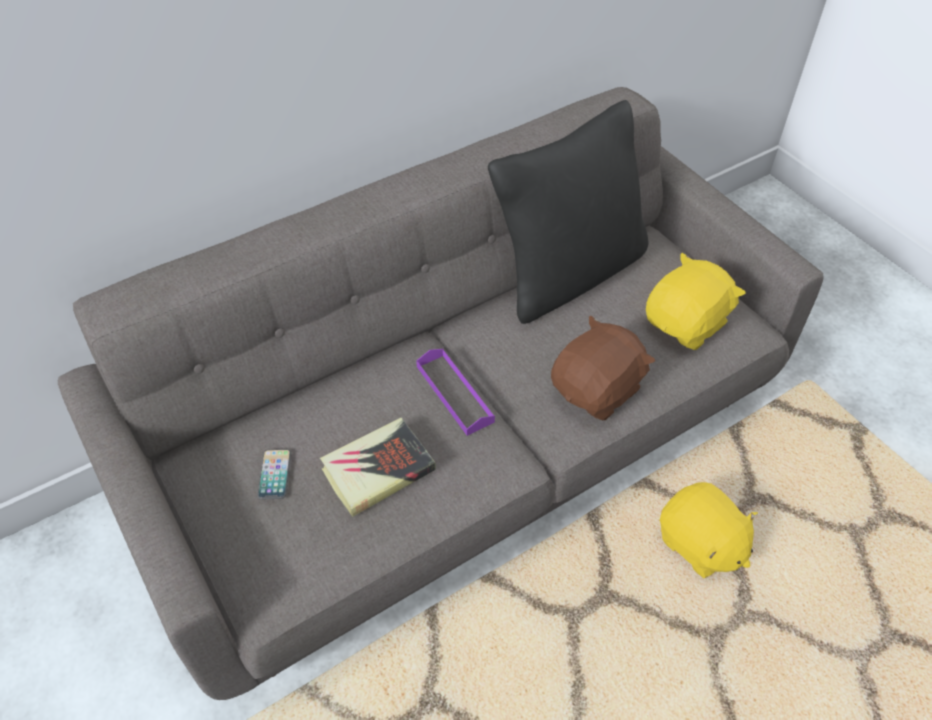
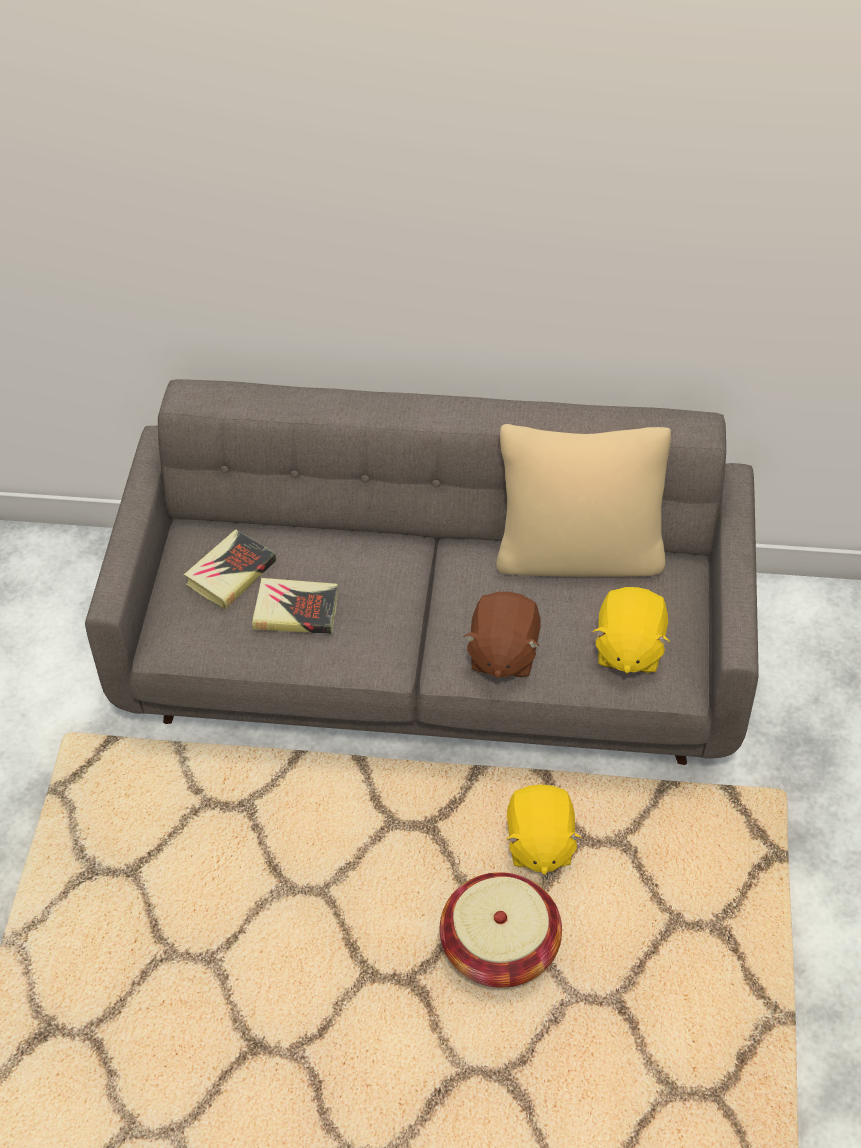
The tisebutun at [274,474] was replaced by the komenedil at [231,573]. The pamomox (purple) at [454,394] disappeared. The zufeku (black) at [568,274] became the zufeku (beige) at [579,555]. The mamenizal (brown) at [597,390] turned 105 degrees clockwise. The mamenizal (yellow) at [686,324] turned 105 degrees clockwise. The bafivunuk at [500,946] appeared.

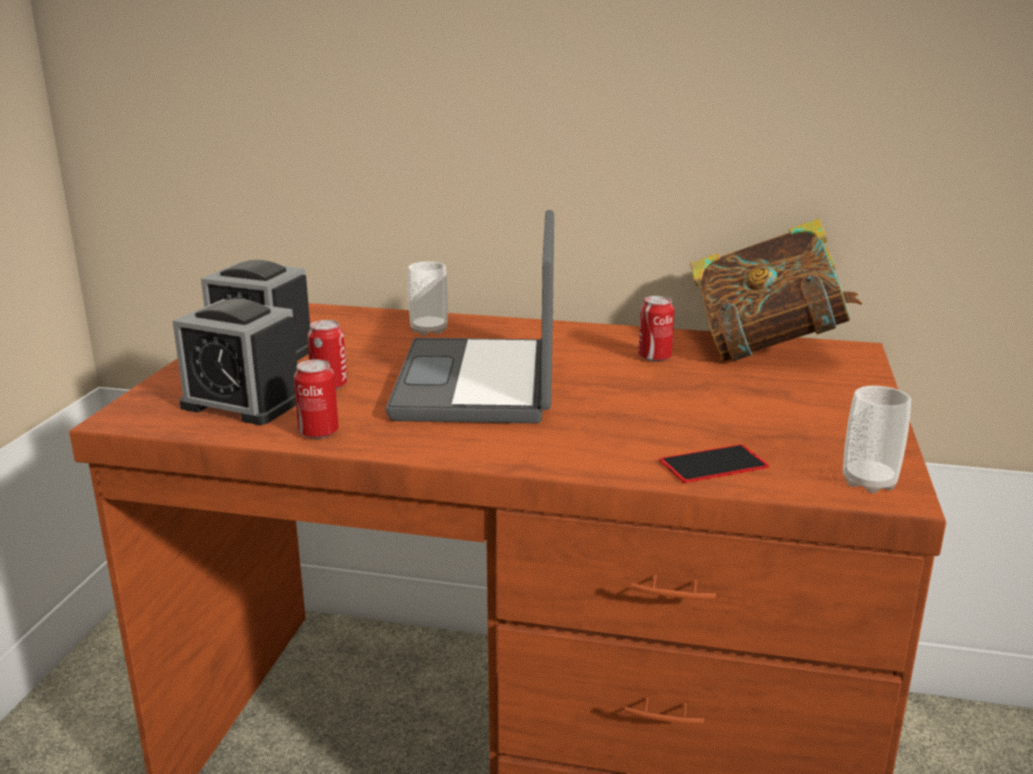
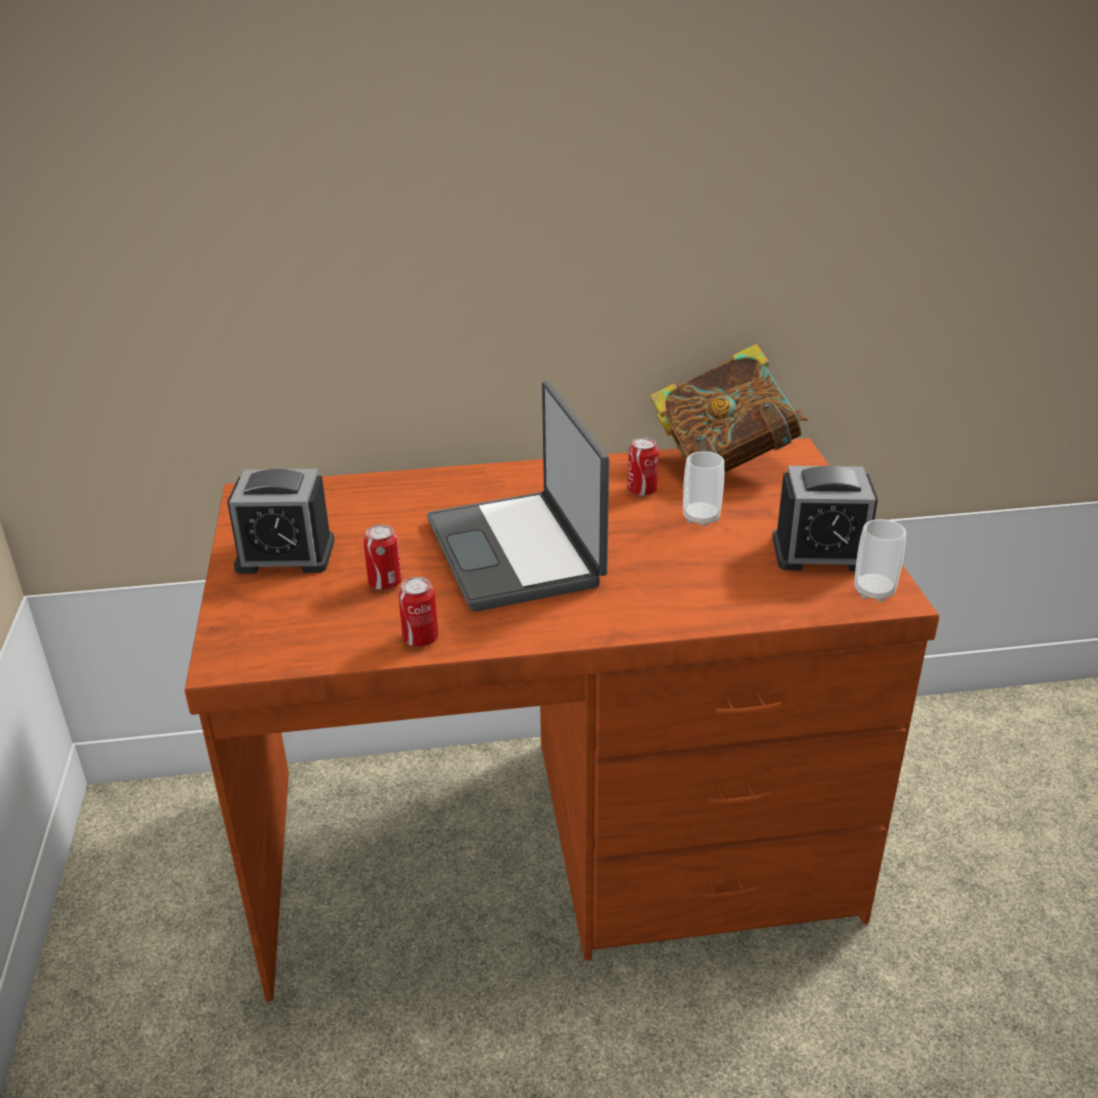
The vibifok moved from [243,403] to [820,552]. The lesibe moved from [429,330] to [701,518]. The tisebutun at [713,464] disappeared.

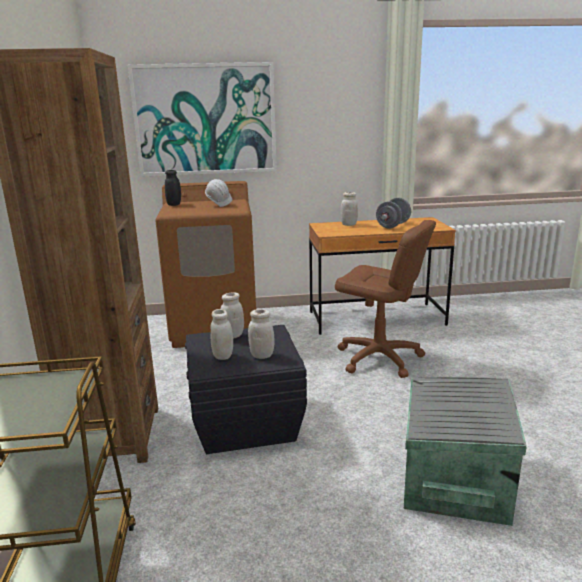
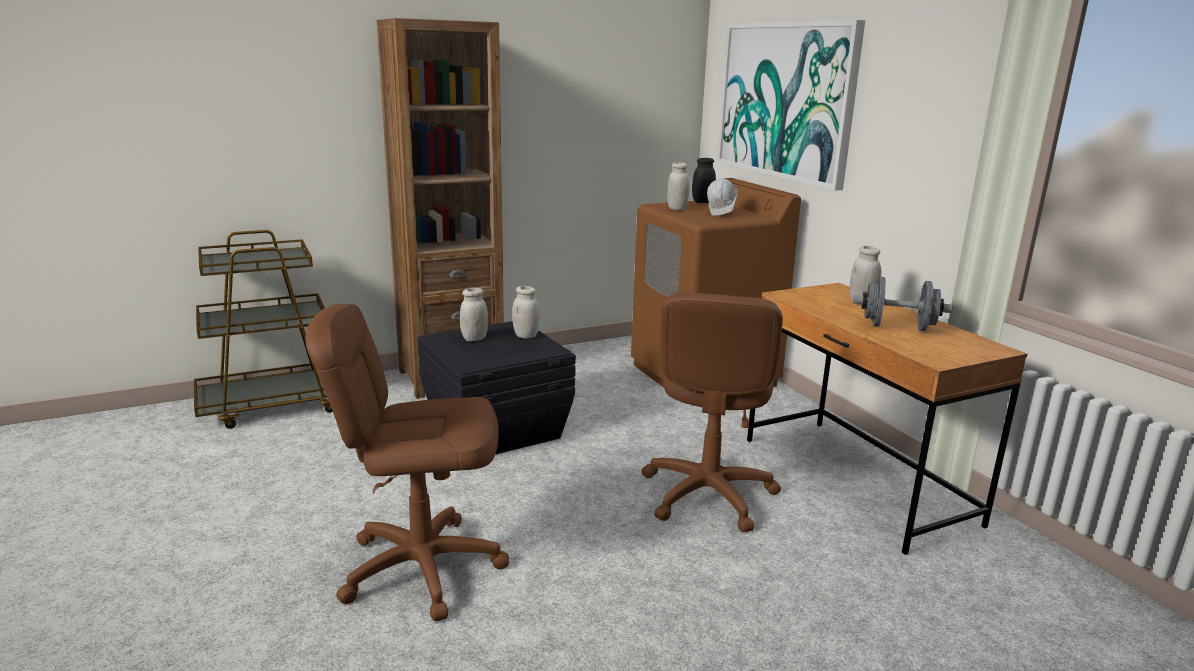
The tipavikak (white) moved from [262,355] to [677,208]. The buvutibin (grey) at [452,477] was replaced by the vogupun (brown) at [422,567].

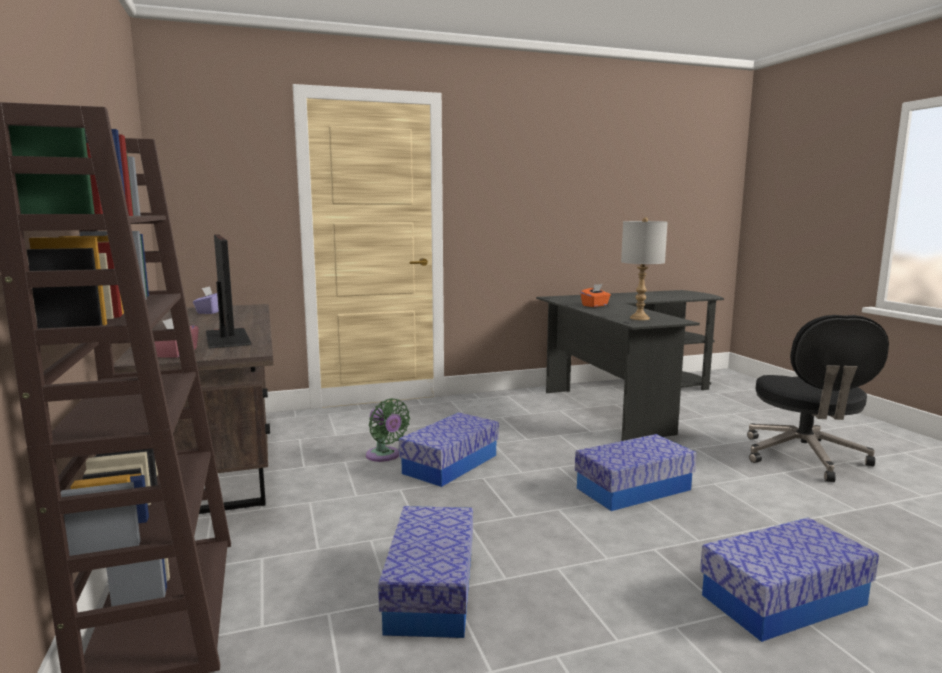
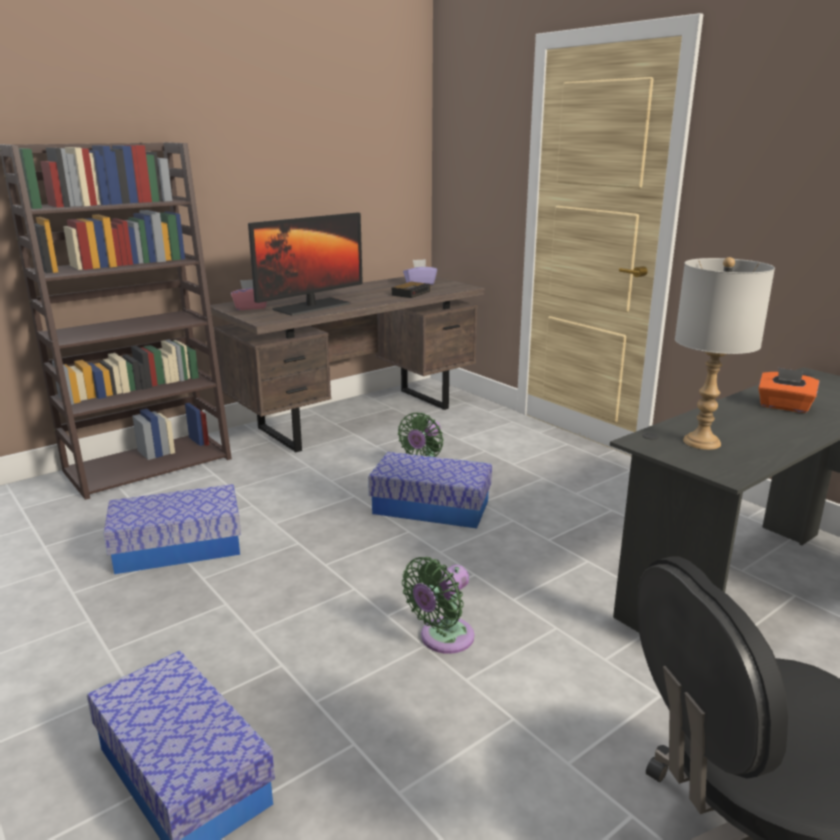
The buvutibin at [633,489] was replaced by the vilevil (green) at [442,639]. The vibifok at [411,293] appeared.

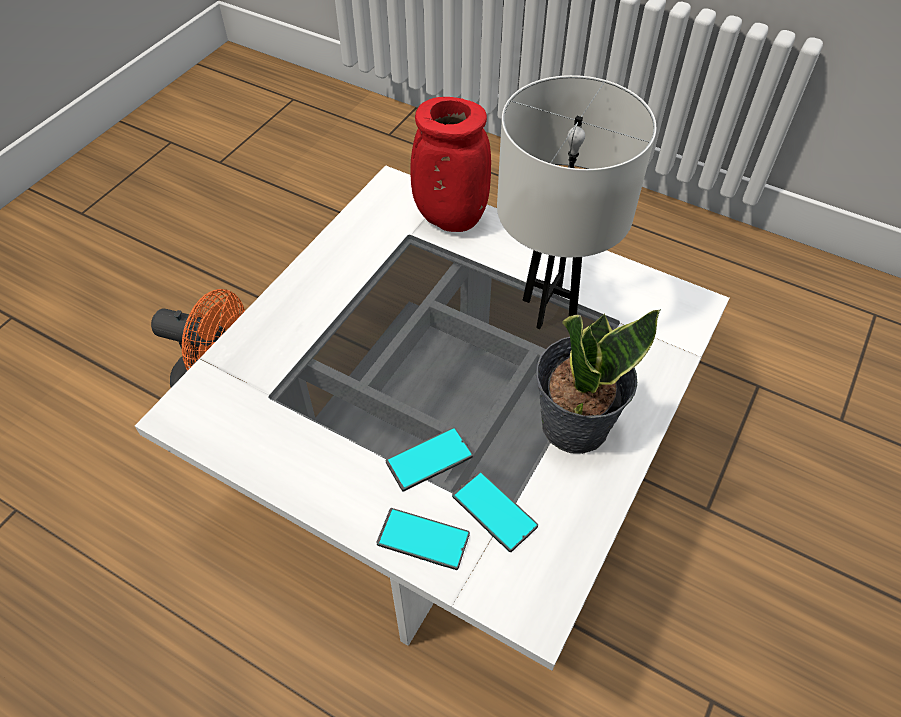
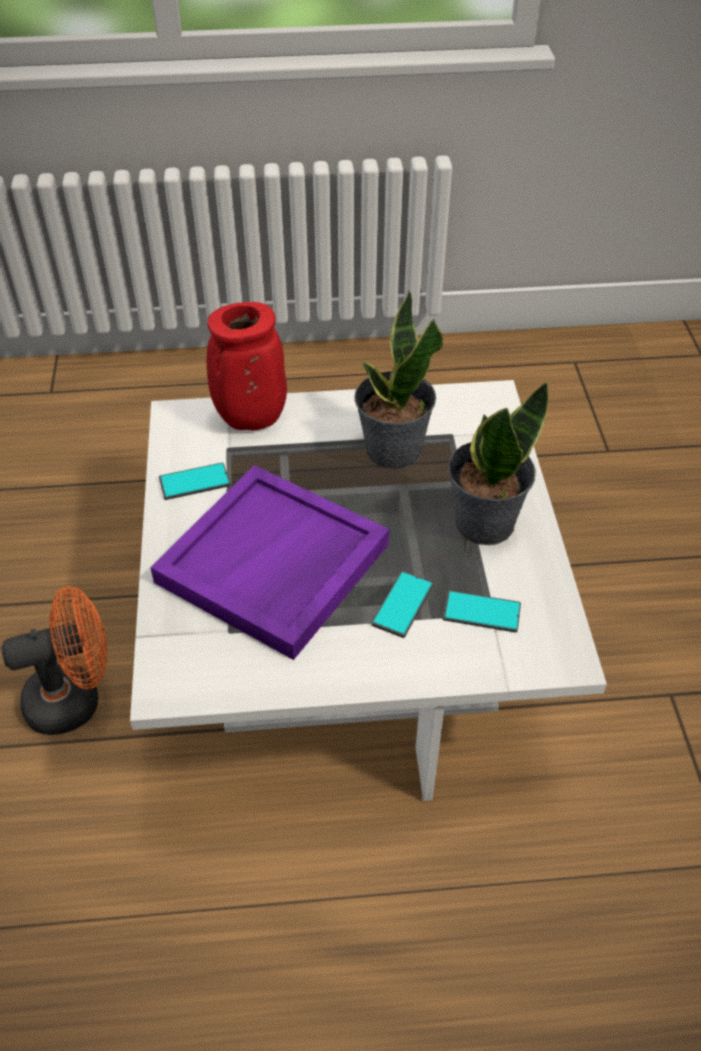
The tisebutun moved from [423,539] to [194,482]. The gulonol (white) at [549,308] was replaced by the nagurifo at [393,450]. The pamomox (purple) at [273,565] appeared.

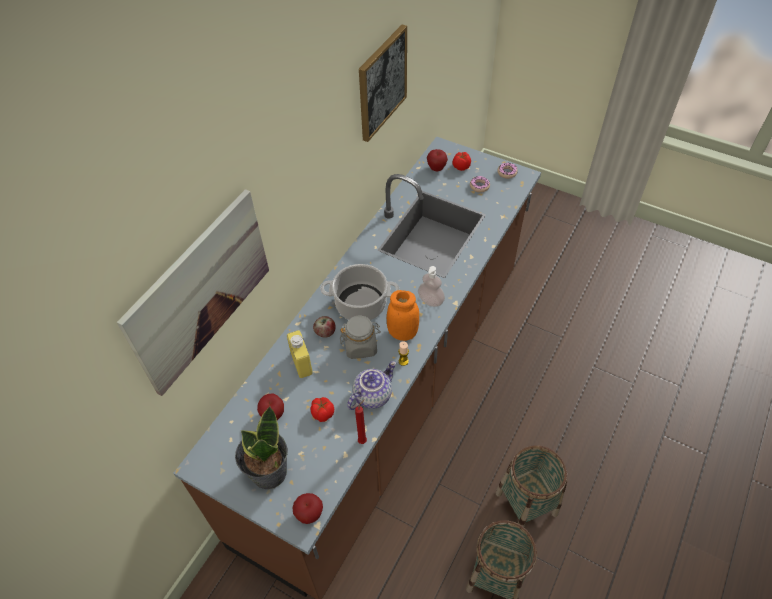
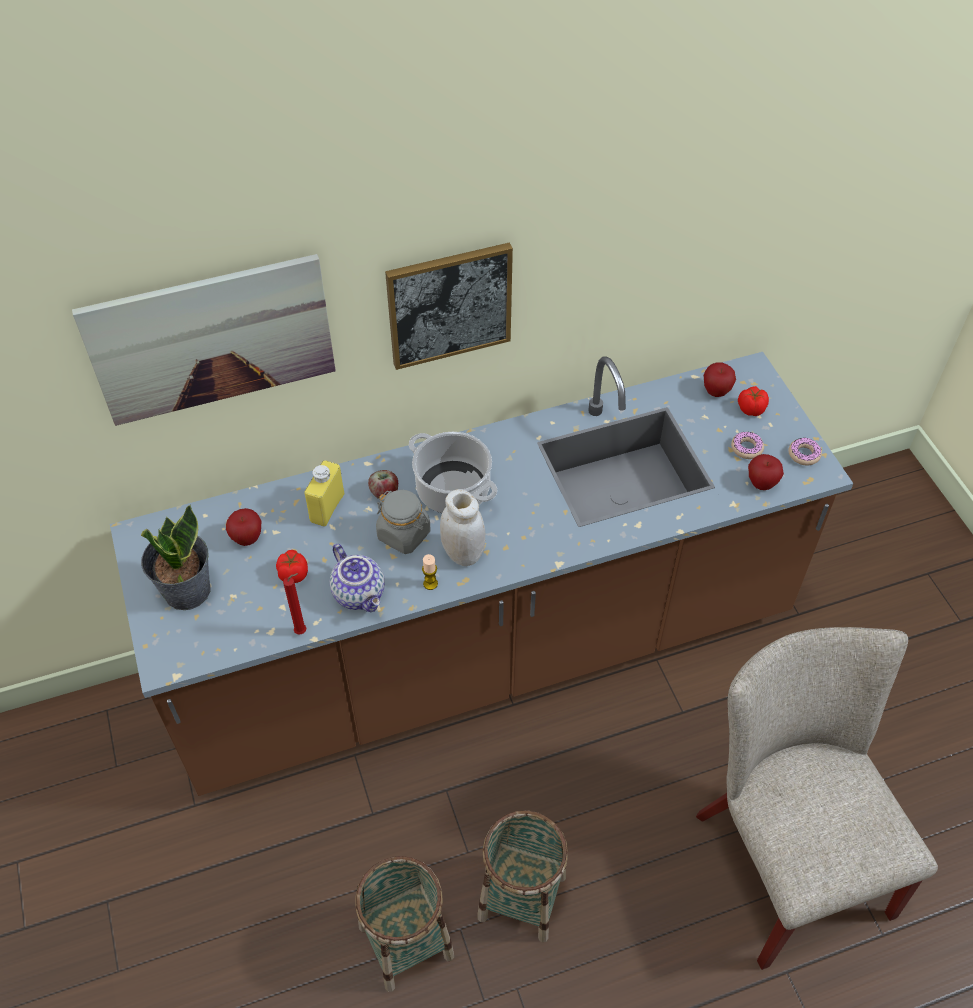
The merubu moved from [309,514] to [761,484]. The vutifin at [372,395] turned 60 degrees clockwise. The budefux moved from [381,83] to [449,304]. The tipavikak (orange) at [402,333] became the tipavikak (white) at [463,553]. The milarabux at [430,300] disappeared. The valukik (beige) at [783,853] appeared.

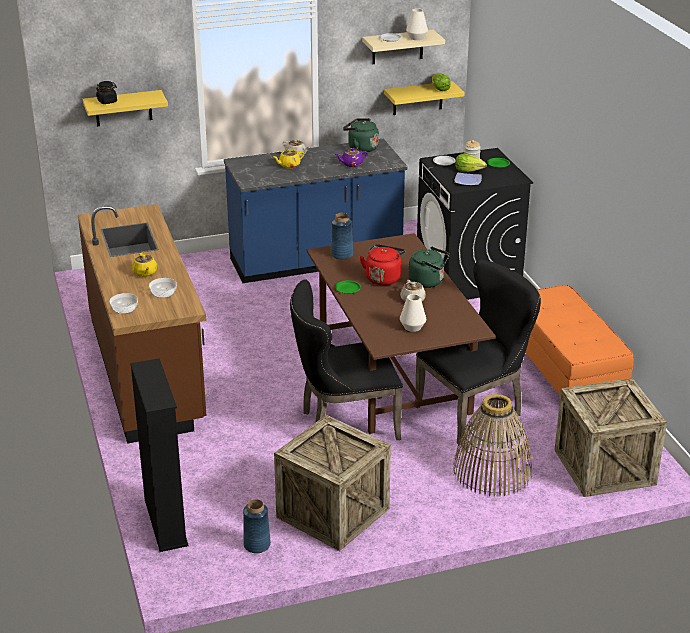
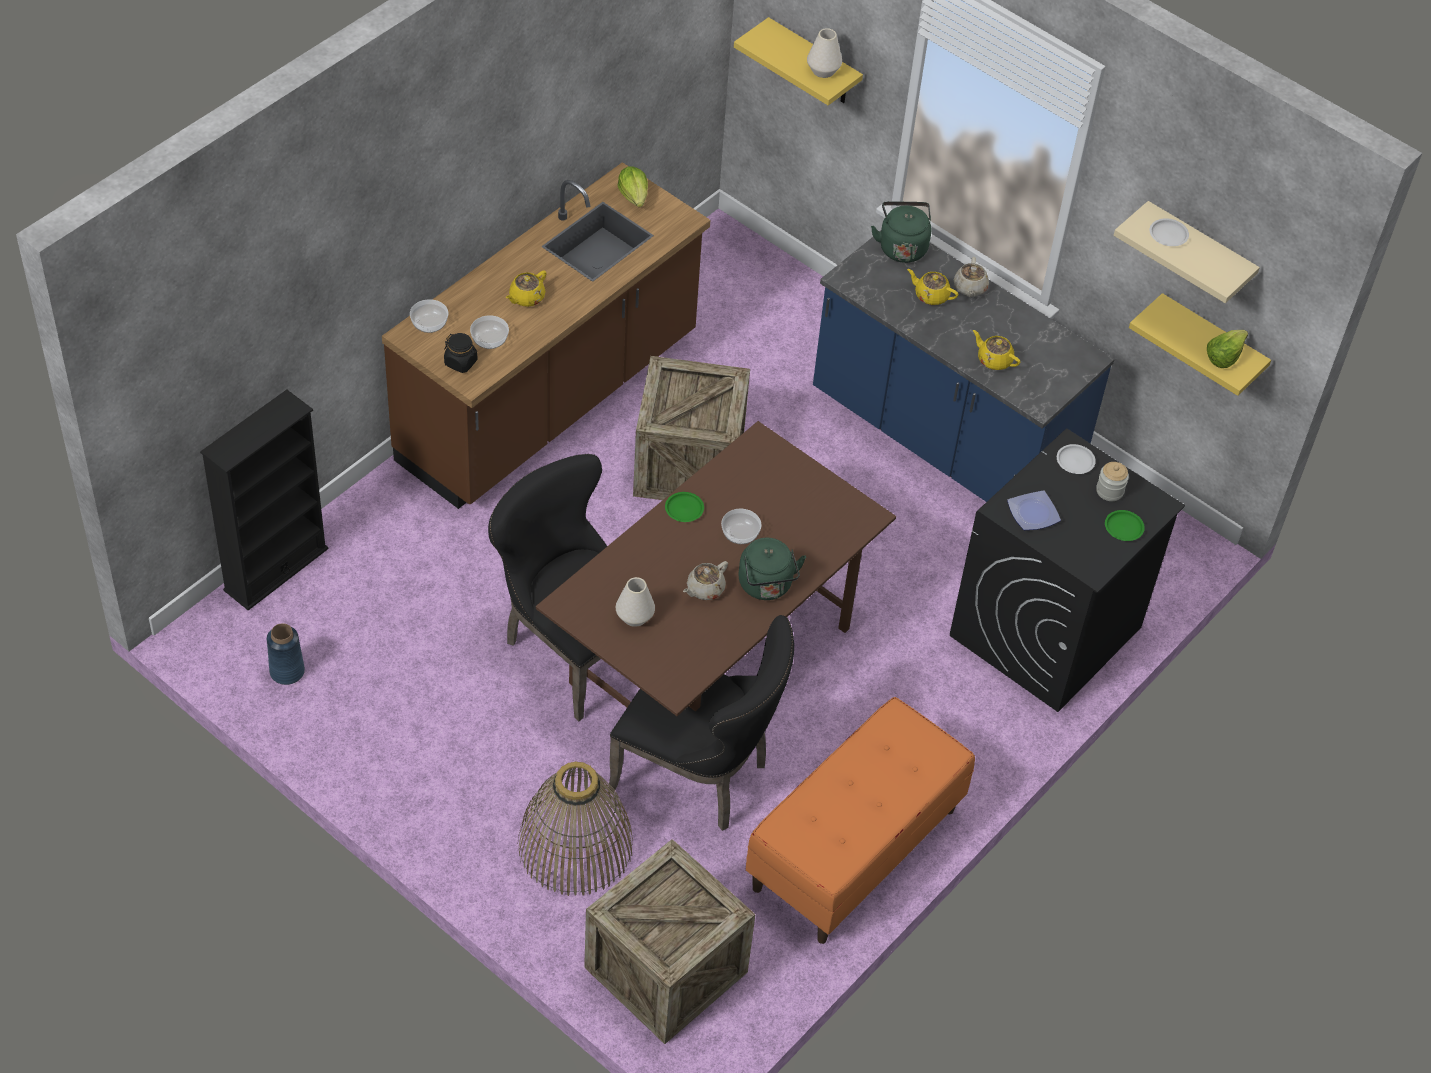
The tipavikak (black) moved from [107,101] to [461,362]. The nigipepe moved from [333,513] to [689,465]. The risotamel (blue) at [341,254] disappeared. The vutifin (purple) at [351,164] became the vutifin (yellow) at [994,360]. The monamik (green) moved from [361,148] to [902,246]. The monamik (red) at [383,278] was replaced by the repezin at [741,534]. The risotamel (white) moved from [416,38] to [823,70]. The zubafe moved from [469,170] to [634,196].

